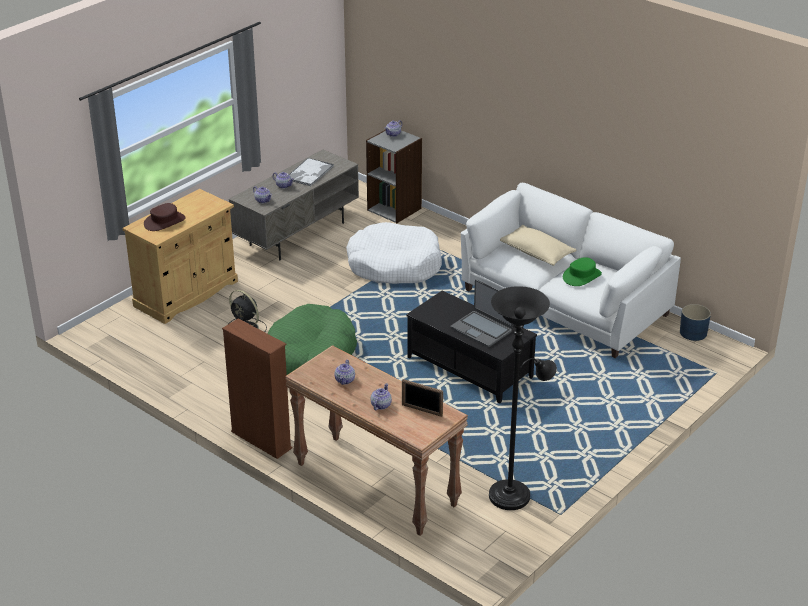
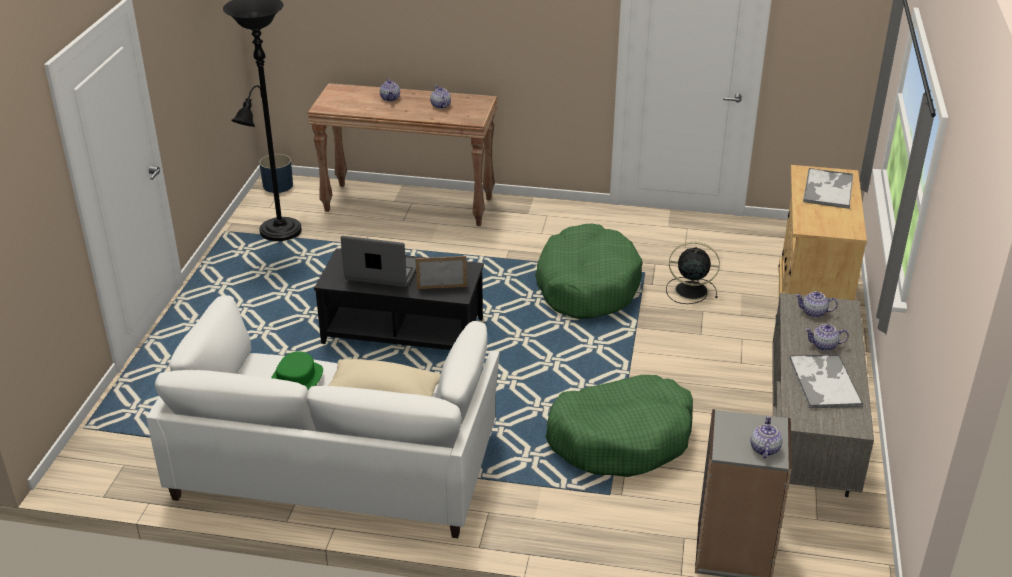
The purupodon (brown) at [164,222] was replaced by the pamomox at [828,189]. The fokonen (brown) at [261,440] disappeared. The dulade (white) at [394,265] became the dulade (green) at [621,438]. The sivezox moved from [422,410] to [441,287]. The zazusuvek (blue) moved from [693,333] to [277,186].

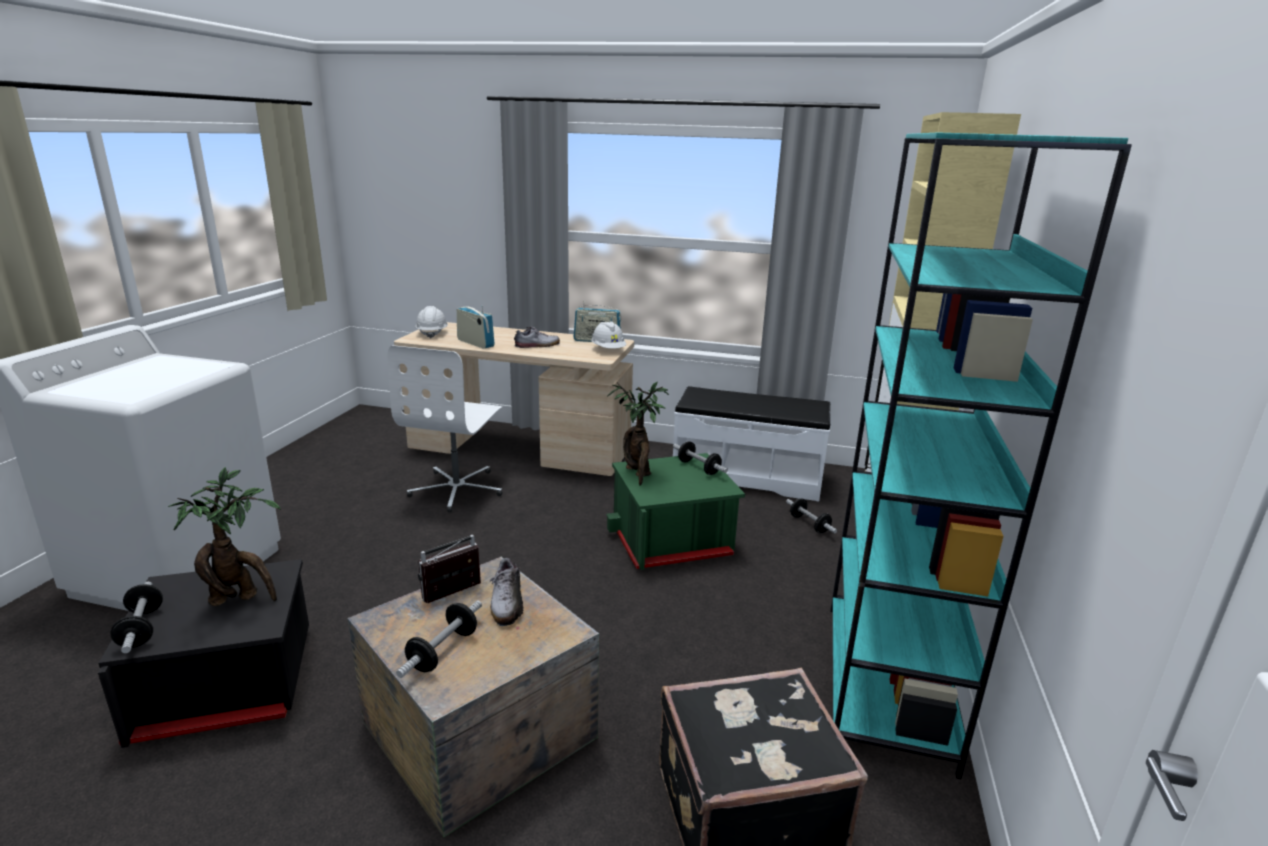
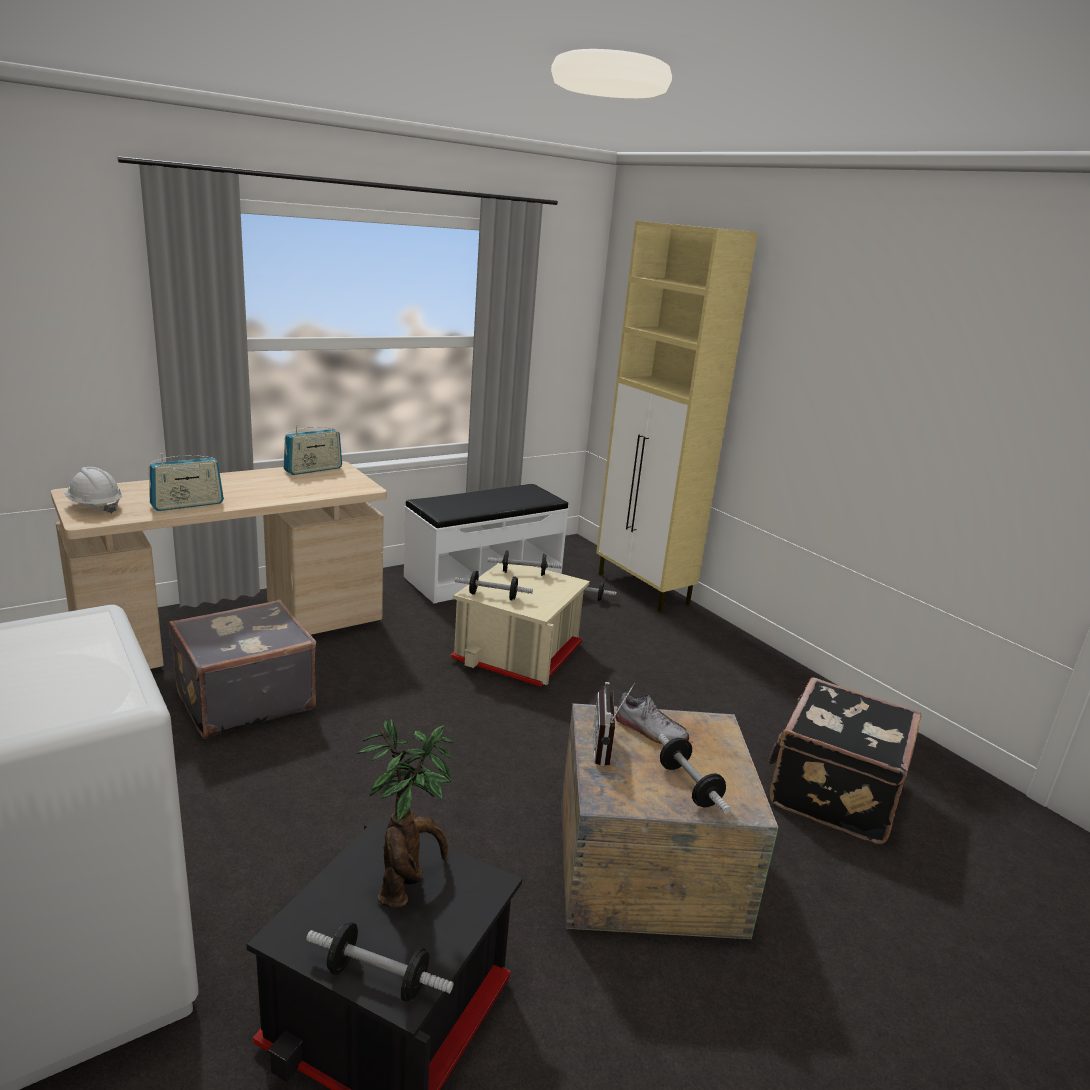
The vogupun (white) at [457,489] was replaced by the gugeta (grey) at [244,699]. The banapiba at [475,343] turned 150 degrees clockwise. The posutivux at [537,345] disappeared. The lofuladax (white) at [608,350] disappeared. The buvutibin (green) at [672,540] became the buvutibin (beige) at [520,652]. The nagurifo at [638,474] was replaced by the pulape at [493,596]. The fokonen (turquoise) at [887,683] disappeared.

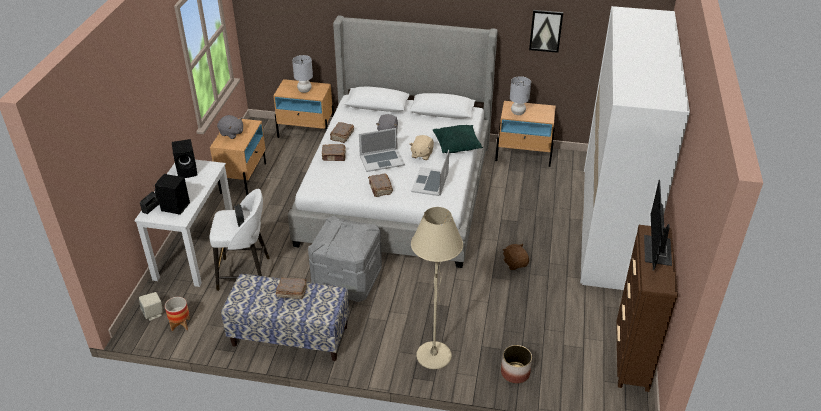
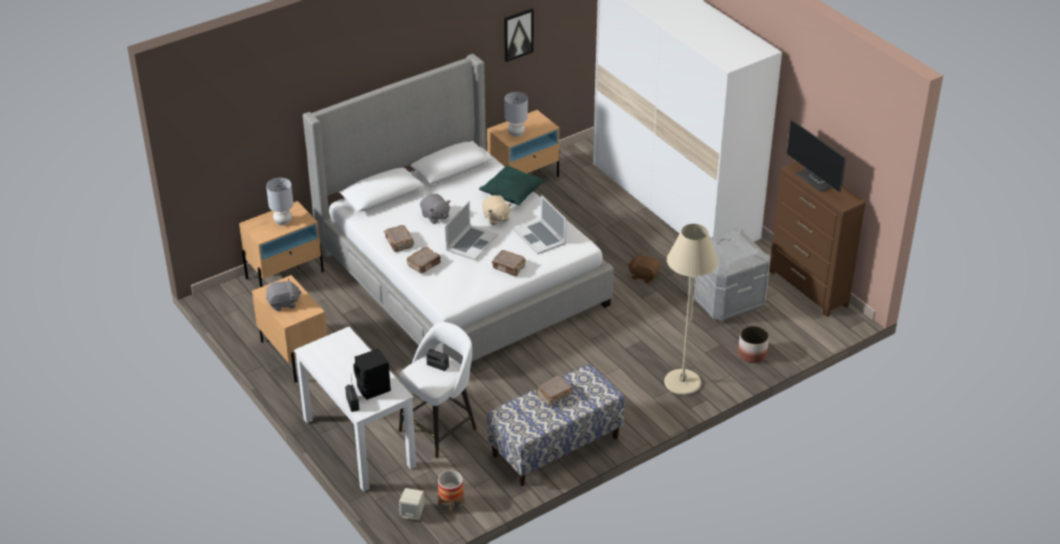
The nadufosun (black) at [188,171] disappeared. The buvutibin (grey) moved from [347,281] to [726,300].

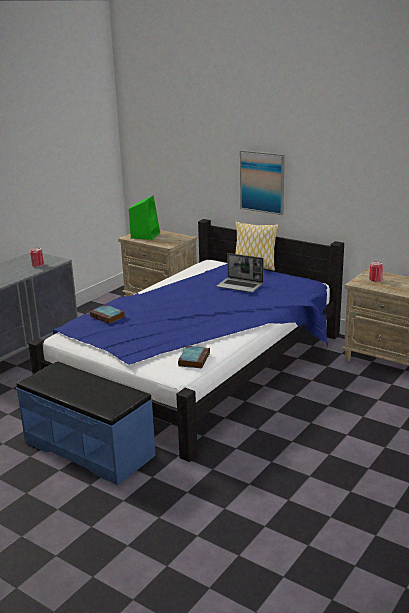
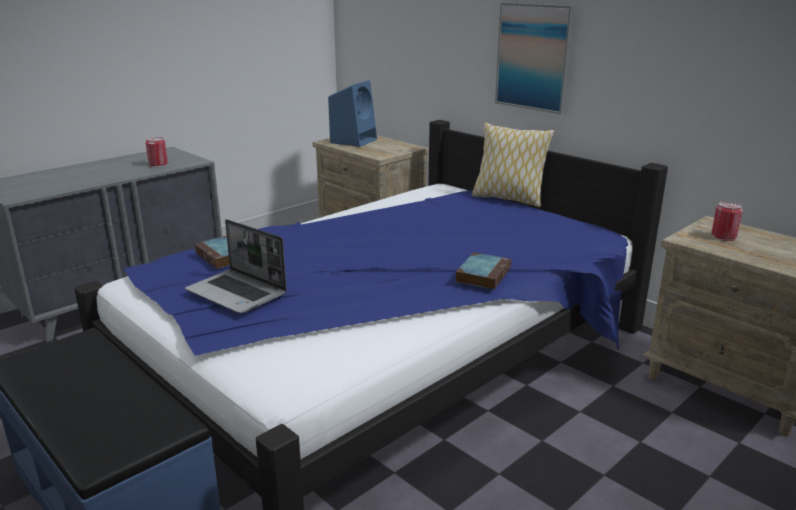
The nadufosun (green) at [145,235] became the nadufosun (blue) at [354,141]. The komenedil moved from [194,359] to [483,274]. The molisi moved from [240,286] to [238,293].

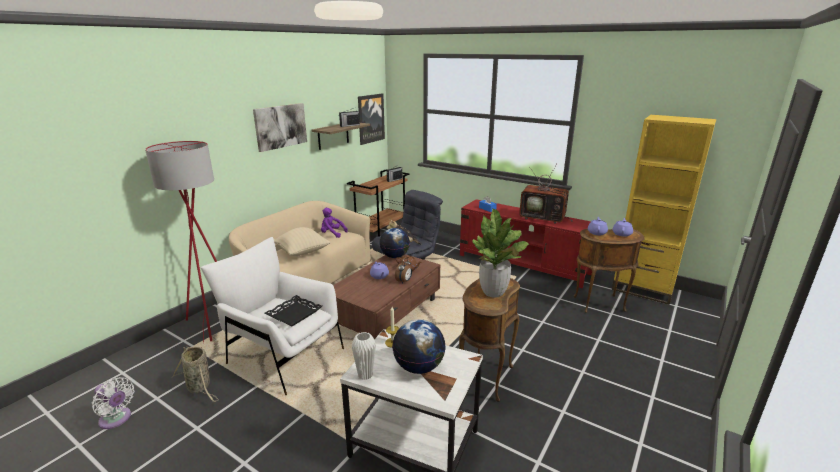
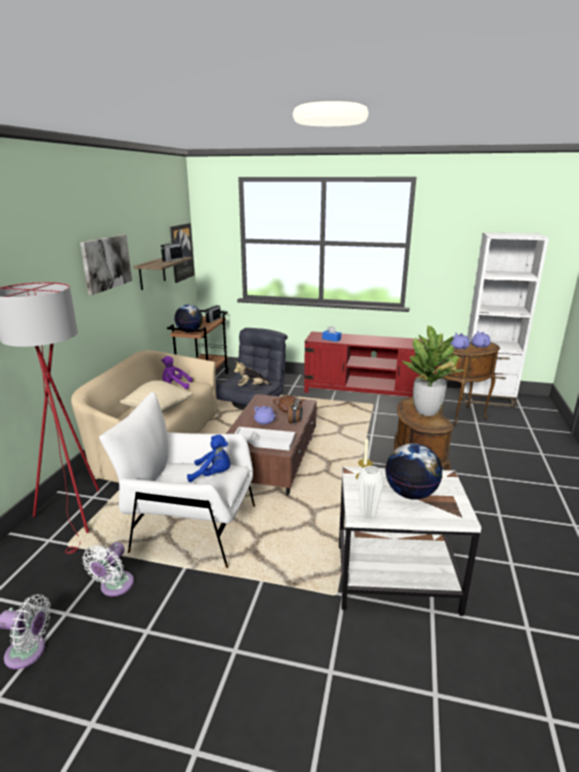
The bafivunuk at [200,387] was replaced by the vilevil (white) at [114,587]. The pamomox (black) at [294,314] was replaced by the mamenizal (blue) at [213,475]. The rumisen moved from [395,256] to [189,331]. The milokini at [544,218] disappeared. The fokonen (yellow) at [642,289] became the fokonen (white) at [486,398]. The pamomox (white) at [264,441] appeared.

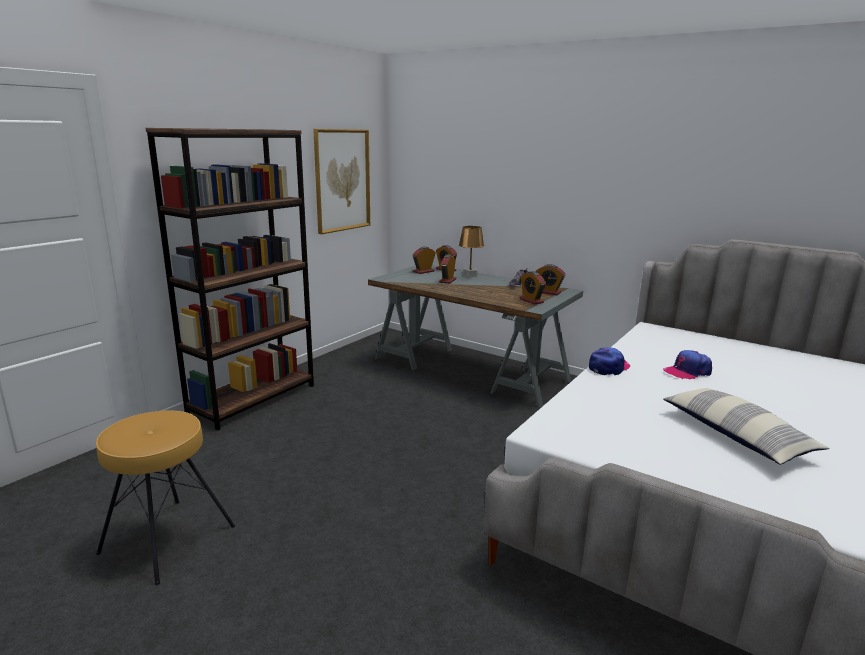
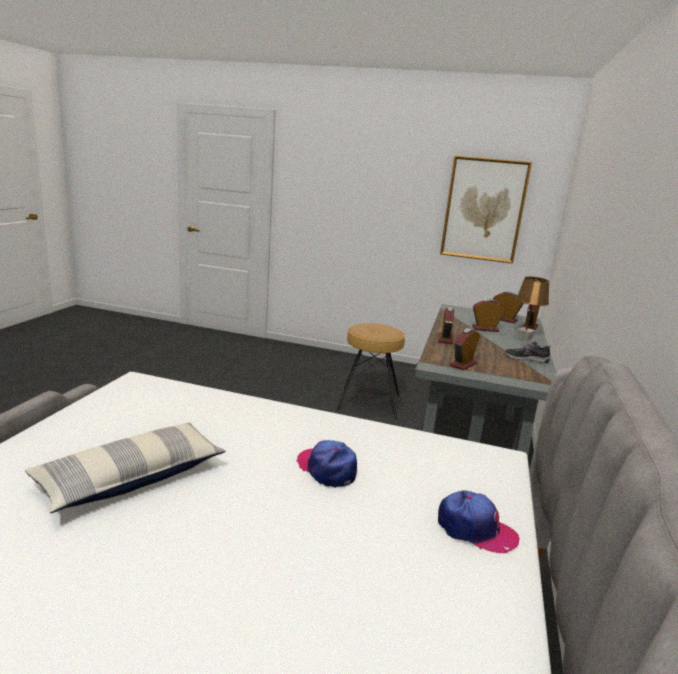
The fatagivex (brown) moved from [167,539] to [368,402]. The fokonen (brown) at [253,399] disappeared. The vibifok moved from [548,292] to [445,339]. The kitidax moved from [609,367] to [475,529].

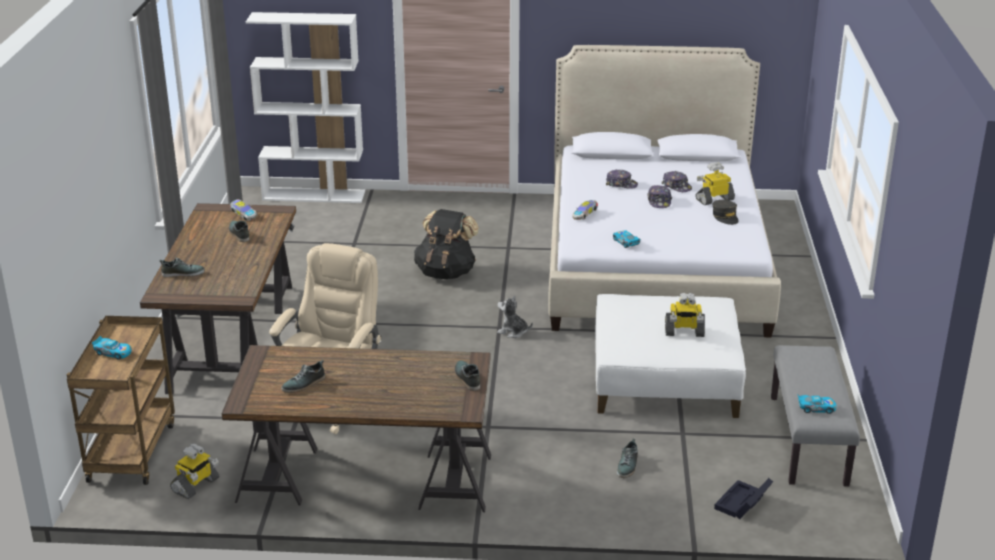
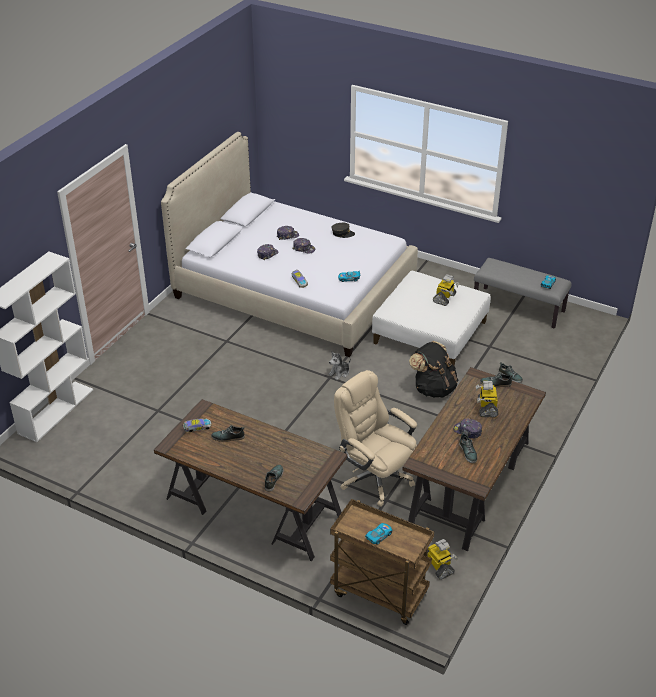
The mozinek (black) moved from [446,272] to [433,388]. The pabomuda moved from [714,199] to [486,407]. The buvutibin (black) at [742,504] disappeared. The kitidax at [467,431] appeared.

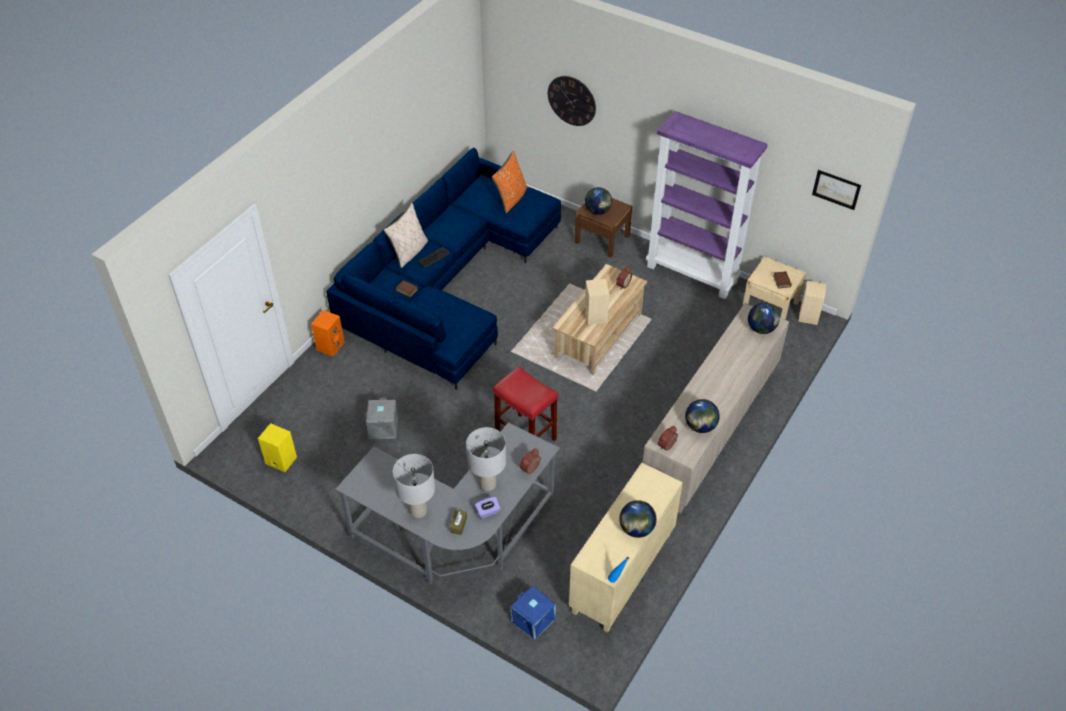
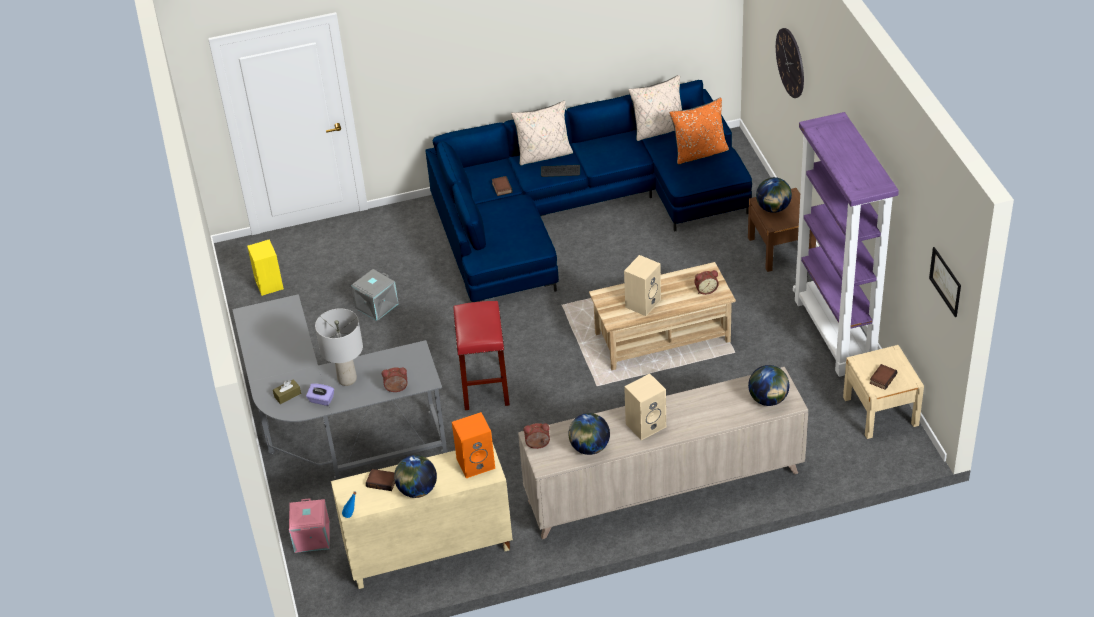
The nadufosun (orange) moved from [330,345] to [476,463]. The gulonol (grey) at [418,512] disappeared. The buvutibin (blue) at [533,620] became the buvutibin (pink) at [313,537]. The nadufosun (beige) moved from [808,315] to [646,424]. The komenedil at [382,481] appeared. The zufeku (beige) at [659,130] appeared.

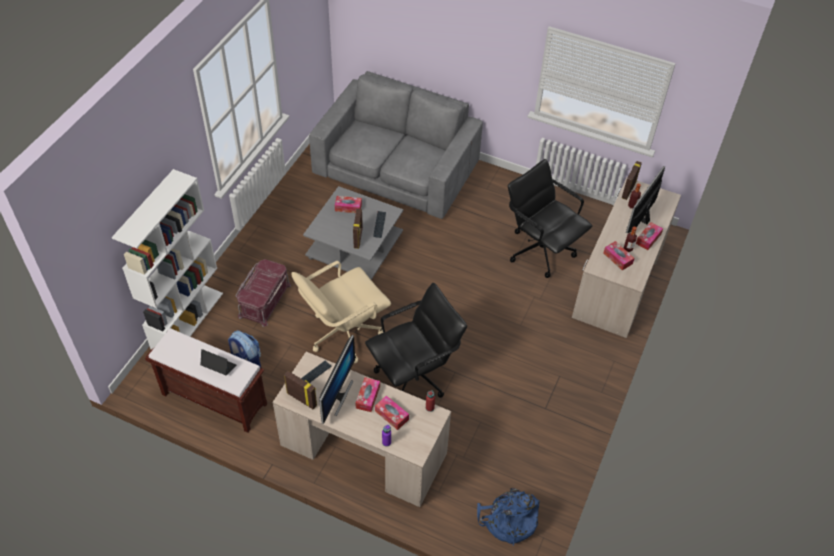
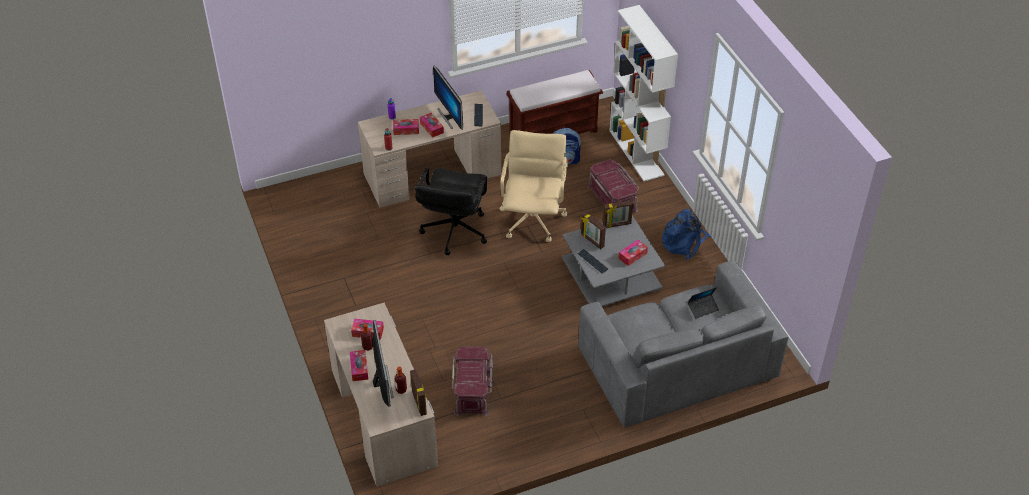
The molisi moved from [218,367] to [703,308]. The sivezox moved from [302,399] to [617,225]. The mozinek (blue) moved from [508,521] to [684,242]. The vogupun (black) at [540,250] was replaced by the buvutibin (red) at [473,390].

